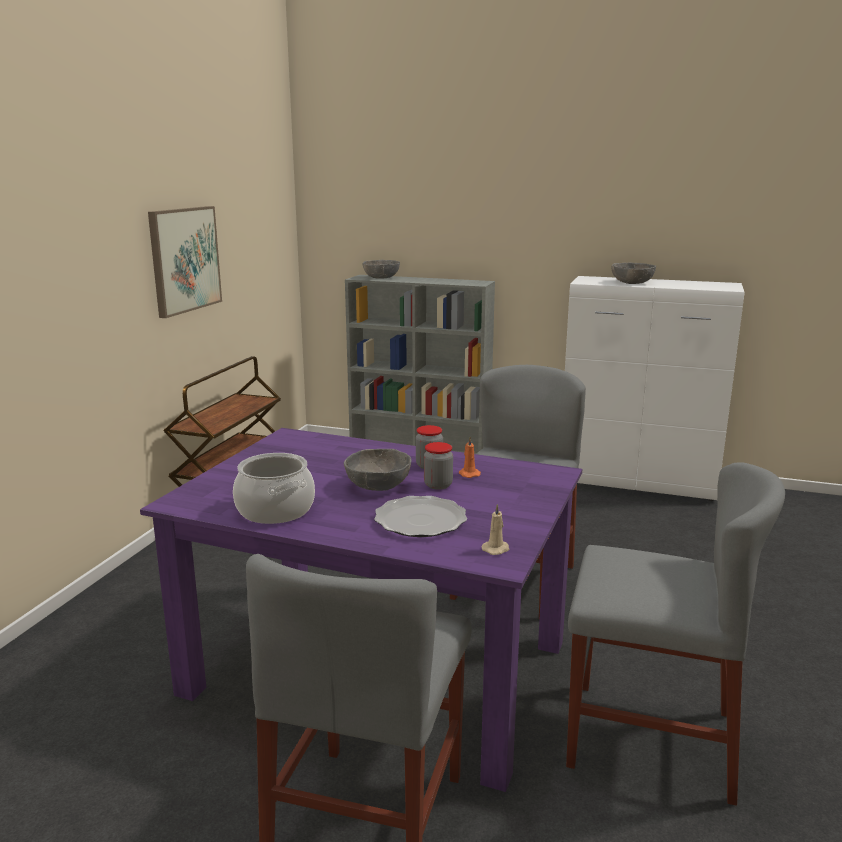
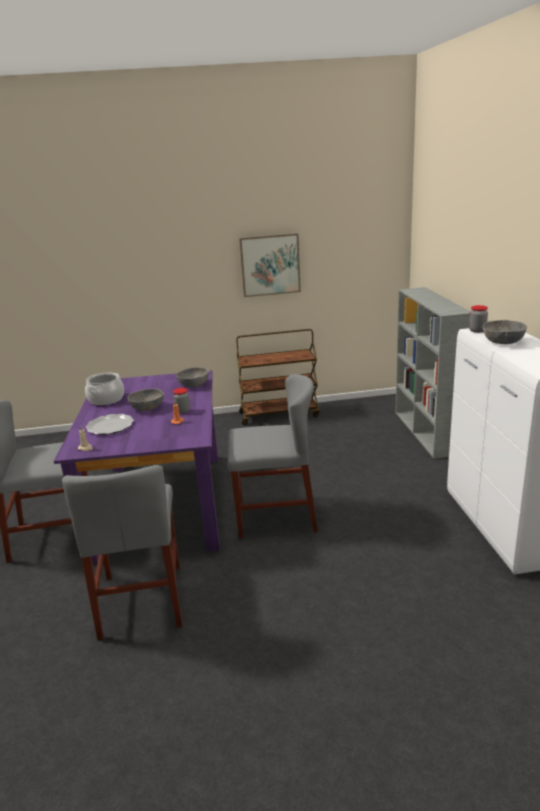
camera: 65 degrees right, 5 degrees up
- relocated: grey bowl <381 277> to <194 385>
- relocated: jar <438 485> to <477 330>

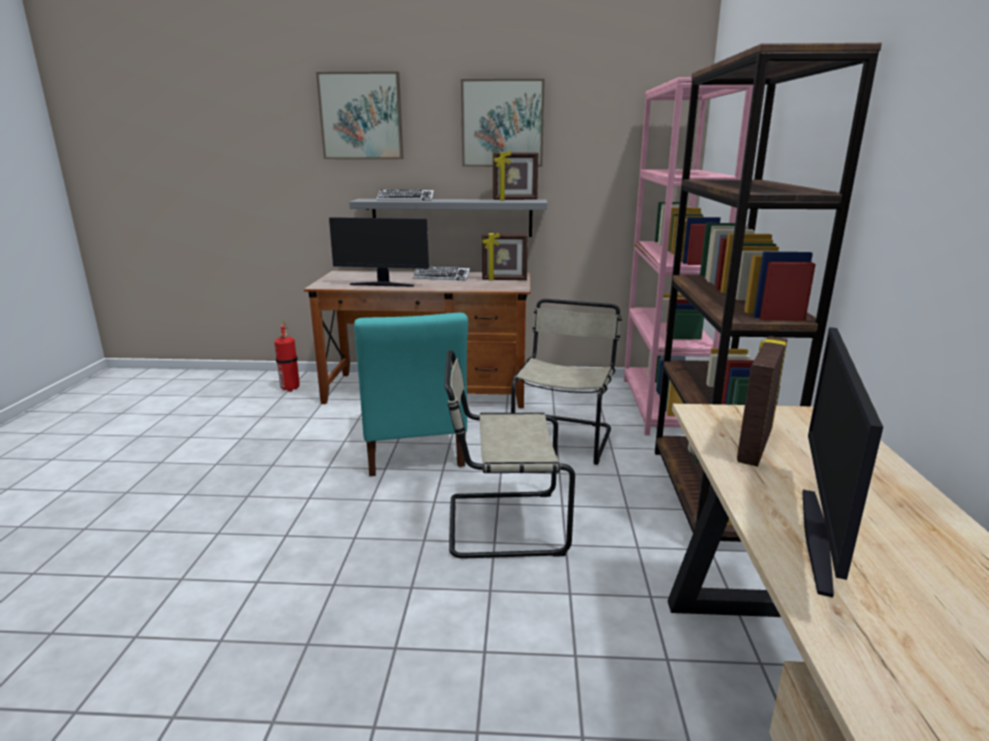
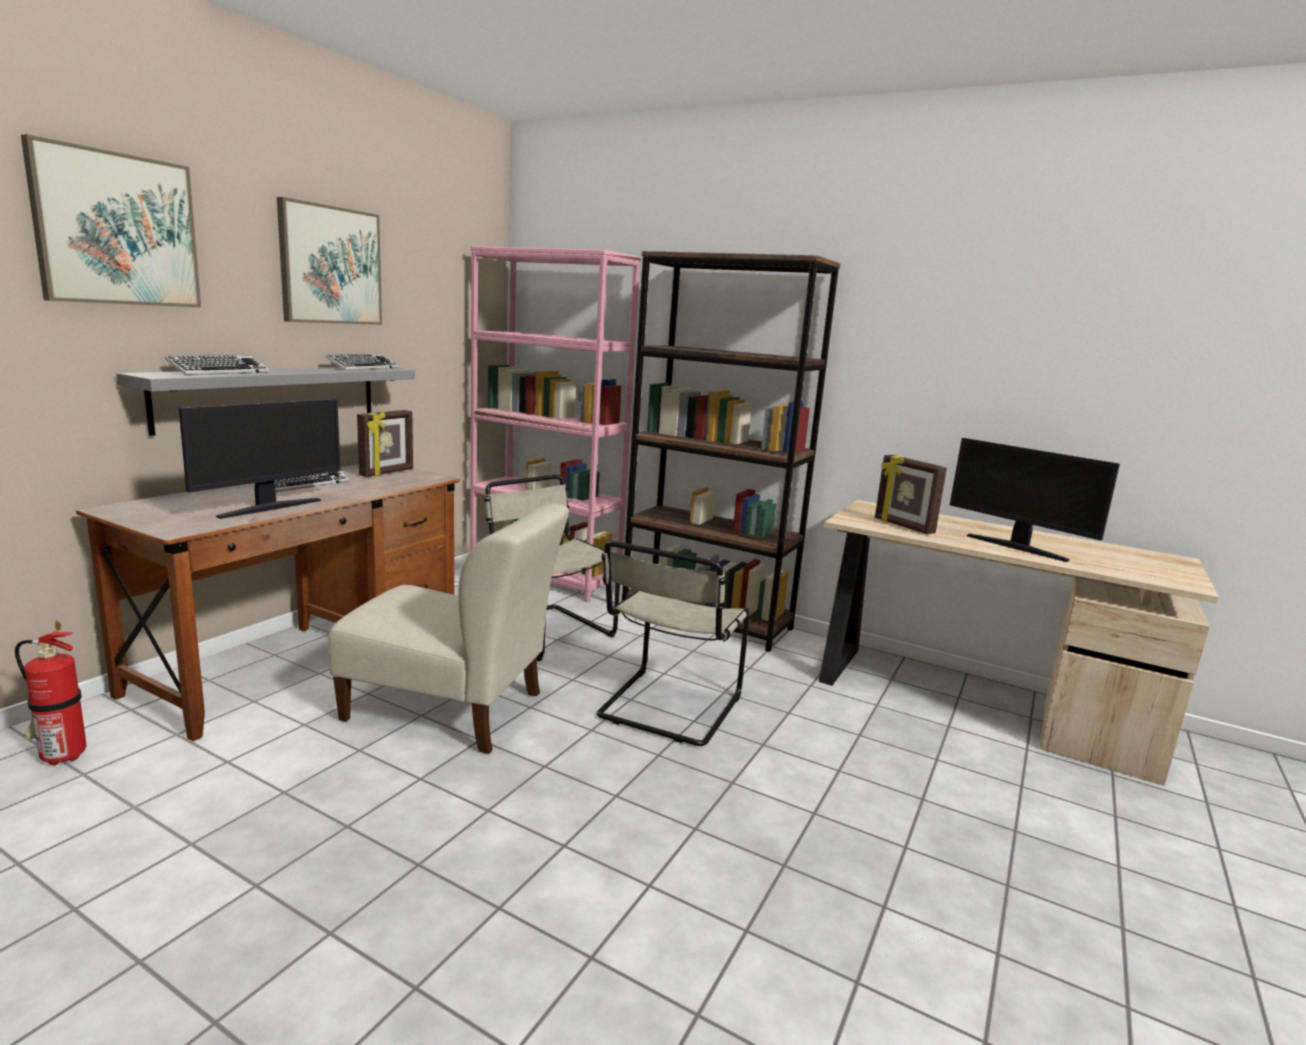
camera: 65 degrees left, 5 degrees down
- exchanged: picture frame <515 200> to keyboard <363 368>
- colour: turquoise chair <412 447> to beige chair <451 709>

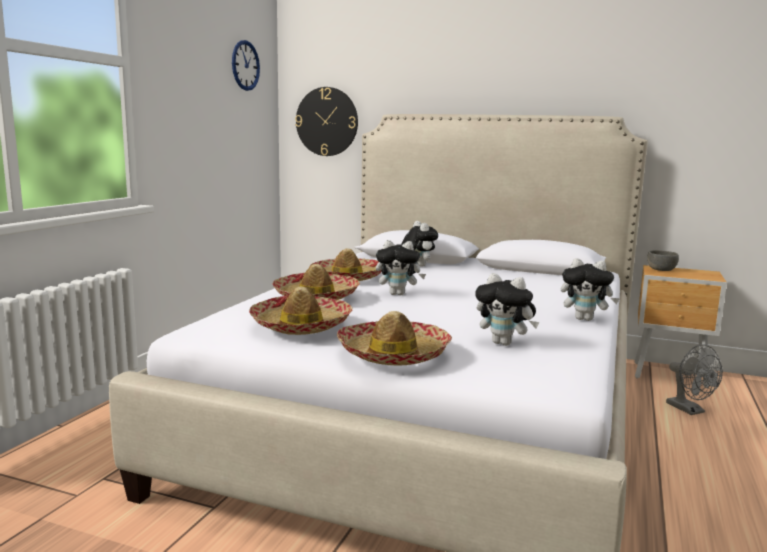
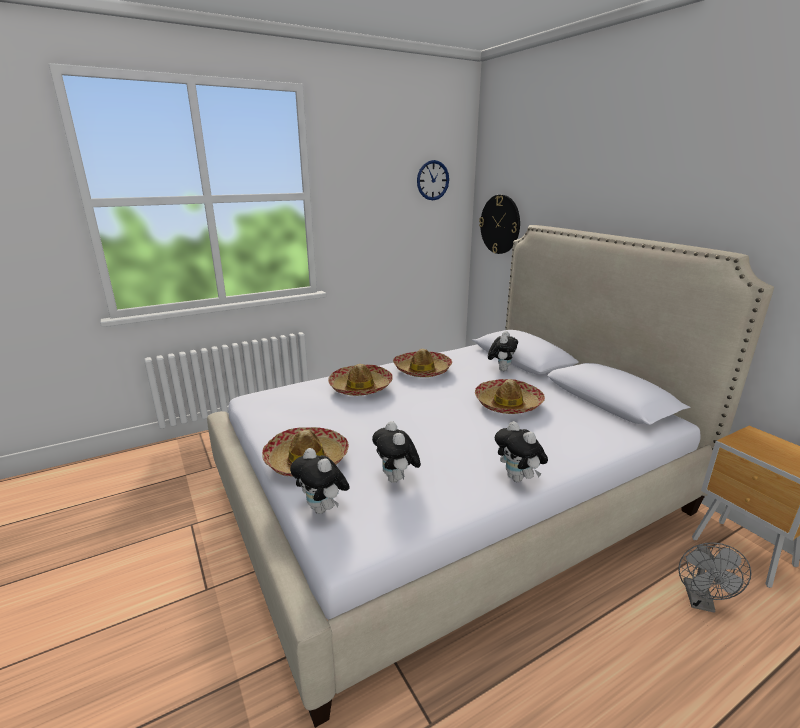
camera: 40 degrees right, 10 degrees up
- relocated: plush toy <398 294> to <323 509>
- relocated: hat <301 325> to <508 404>
- missing: grey bowl <661 270>

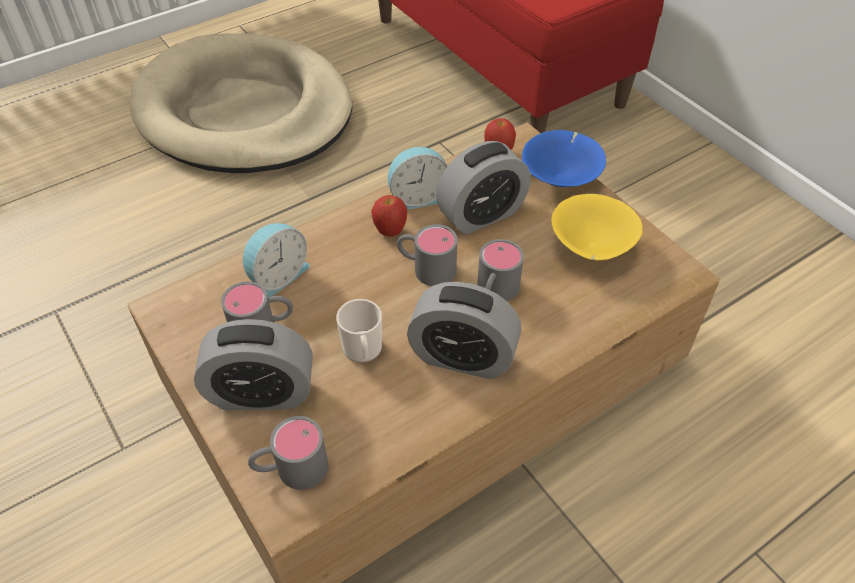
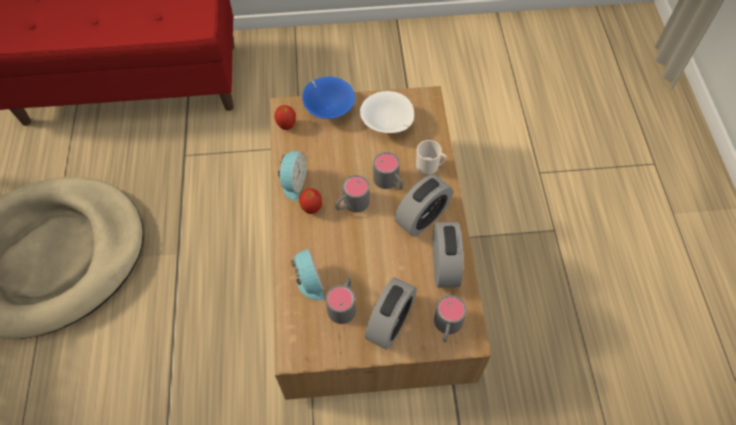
camera: 60 degrees left, 10 degrees up
- colour: yellow bowl <590 249> to white bowl <387 125>
- relocated: mug <363 351> to <429 167>
- relocated: alarm clock <481 214> to <444 265>

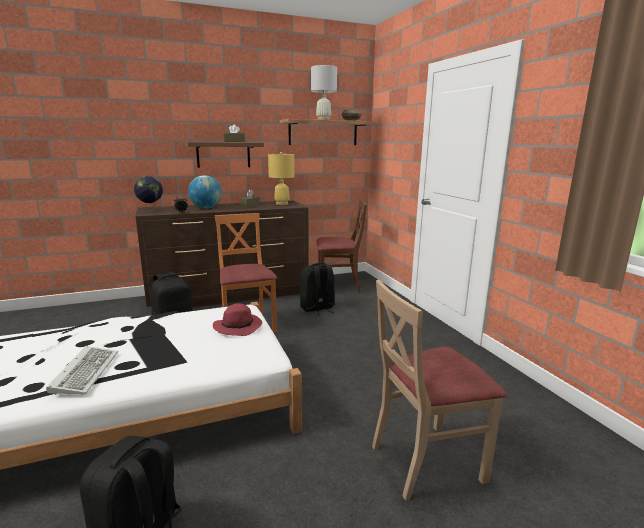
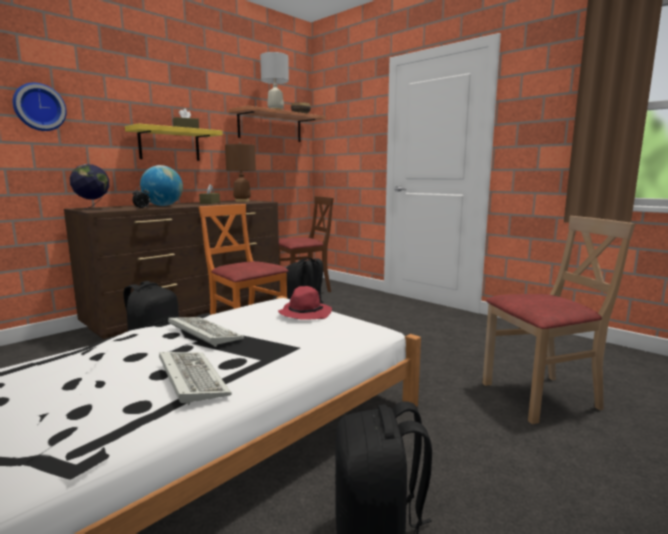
camera: 25 degrees left, 5 degrees down
- appeared: wall clock <39 107>
- colour: brown shelf <223 154> to yellow shelf <169 144>
- appeared: keyboard <202 333>
- colour: yellow table lamp <282 204> to brown table lamp <242 201>
- spun: beige chair <426 460> = <541 397> 150 degrees counterclockwise

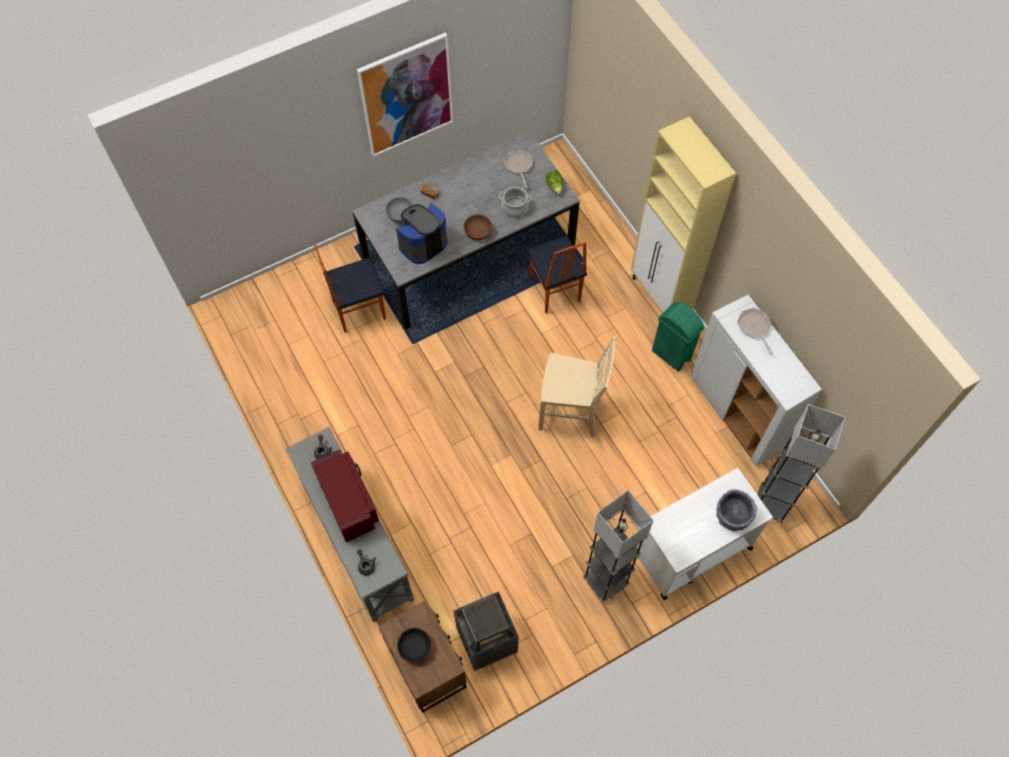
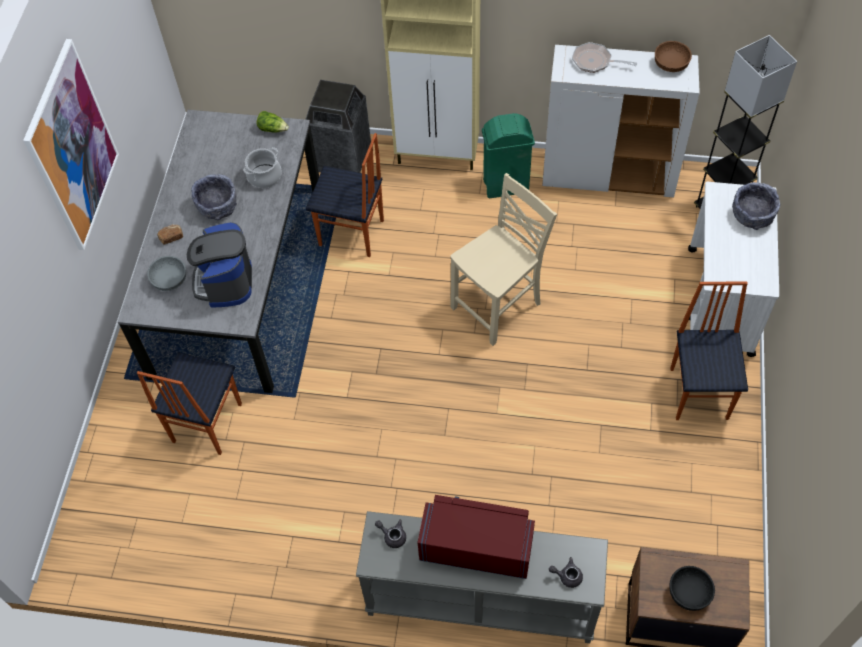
camera: 50 degrees left, 5 degrees down
- appeared: grey bowl <218 206>
- relocated: trash can <486 640> to <342 158>
- relocated: brown bowl <477 232> to <670 64>
- exchanged: grey floor lamp <605 581> to chair <700 393>
- missing: frying pan <518 166>

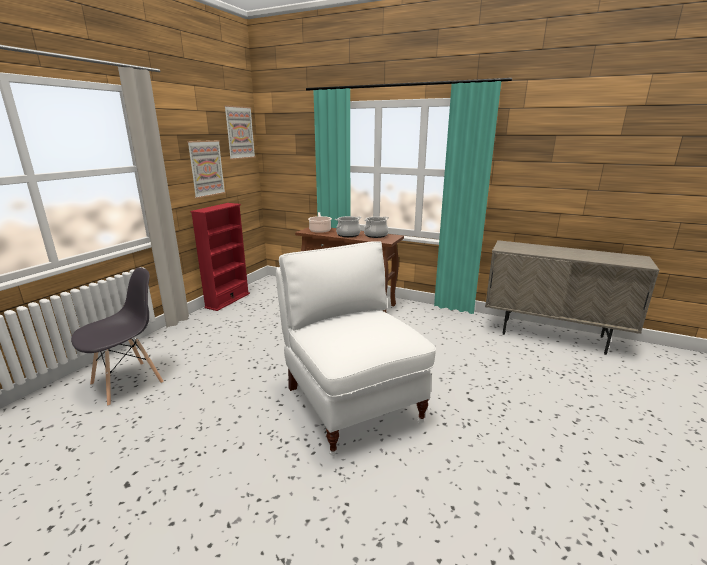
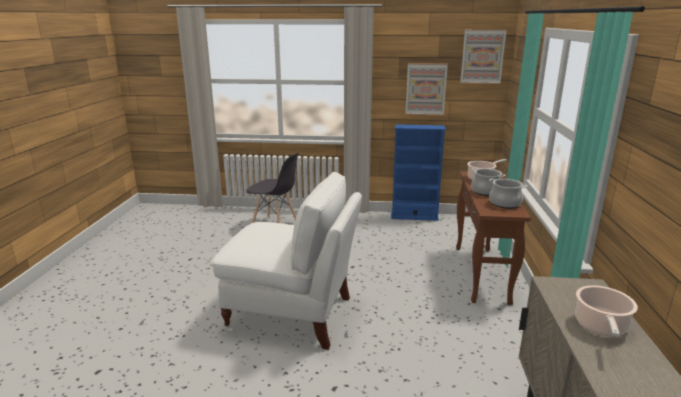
camera: 70 degrees right, 0 degrees up
- spun: white chair <351 403> = <293 314> 60 degrees clockwise
- colour: red bookcase <227 300> to blue bookcase <414 216>
- appeared: cooking pot <600 326>

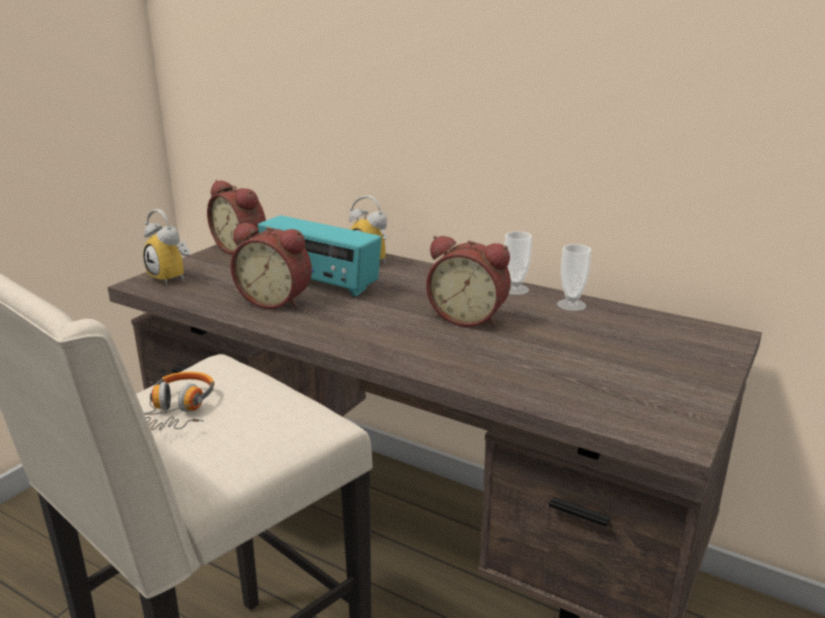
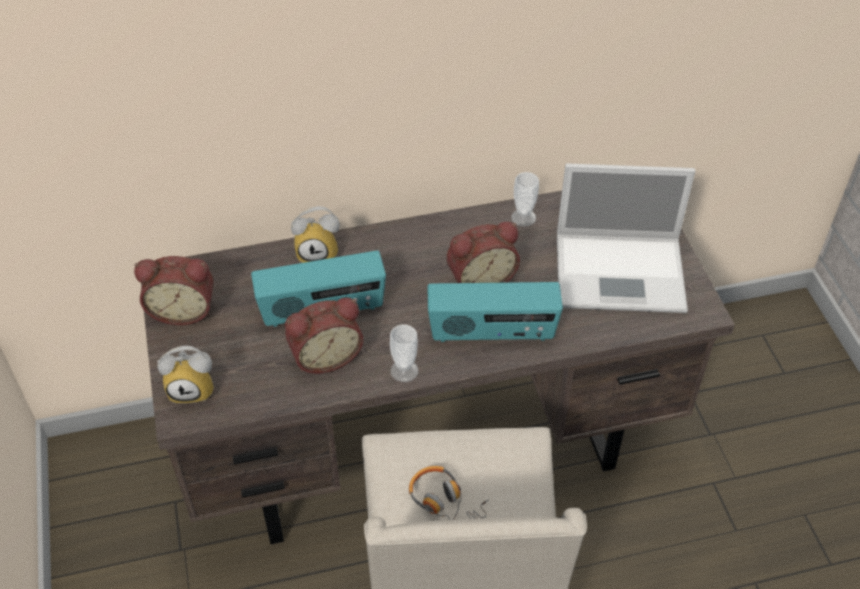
camera: 45 degrees left, 25 degrees up
- relocated: cup <515 289> to <404 371>
- appeared: radio <492 333>
- appeared: laptop <622 272>

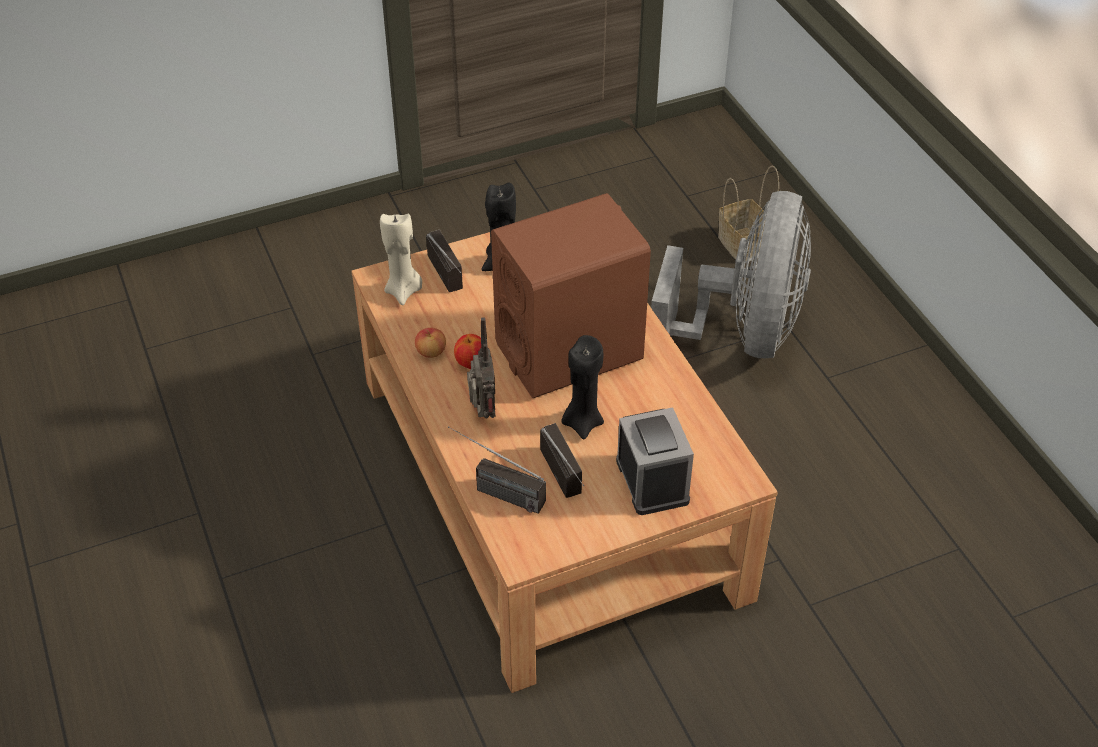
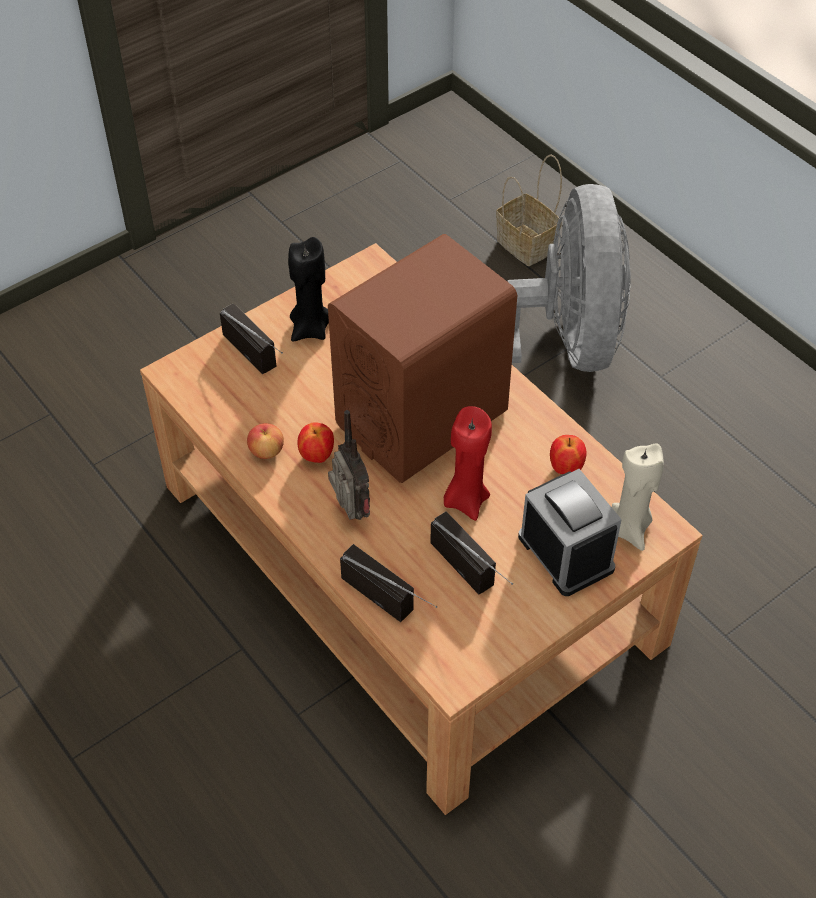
camera: 15 degrees left, 5 degrees up
- spun: radio <493 491> = <395 604> 150 degrees counterclockwise
- colour: black candle <582 422> to red candle <465 500>
- appeared: apple <565 468>
- relocated: beige candle <404 291> to <630 528>

